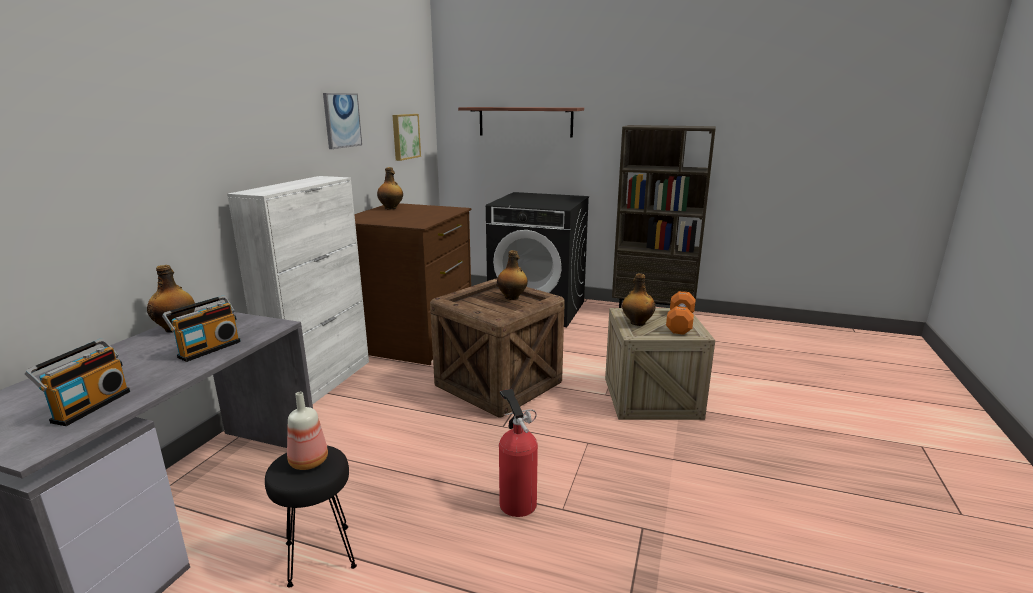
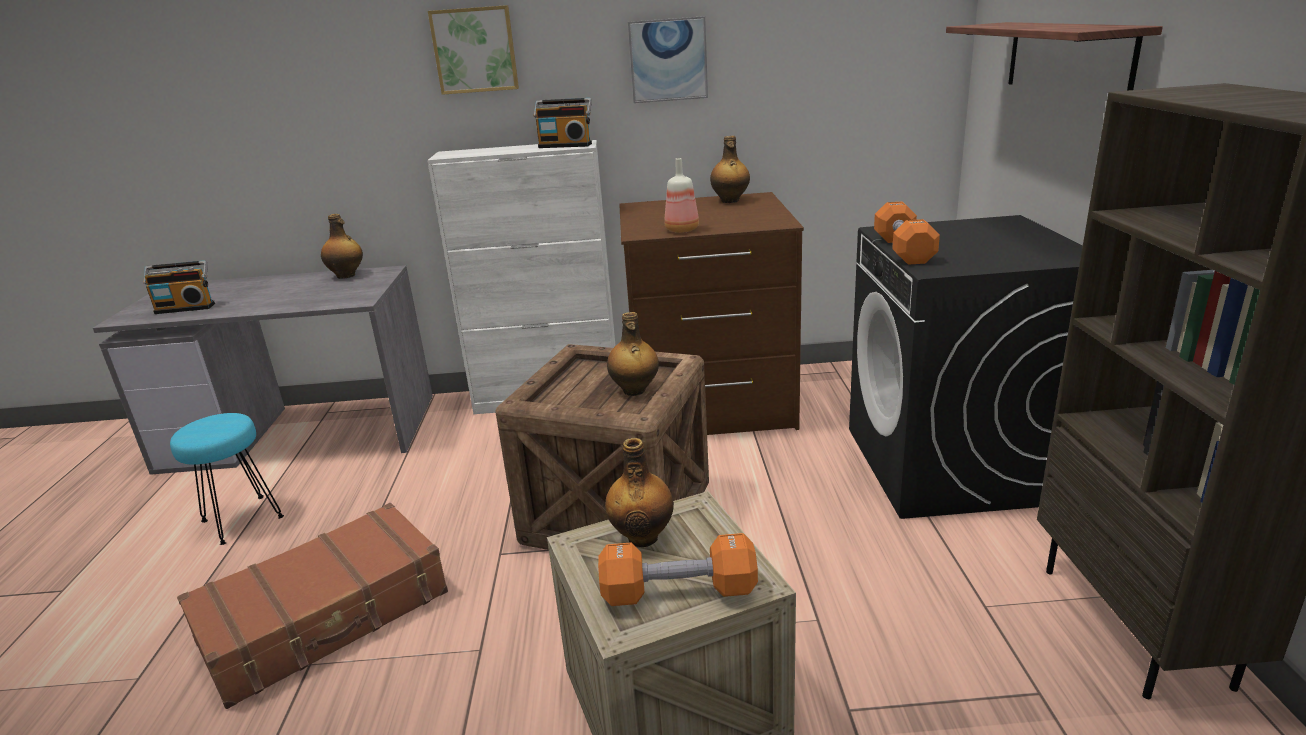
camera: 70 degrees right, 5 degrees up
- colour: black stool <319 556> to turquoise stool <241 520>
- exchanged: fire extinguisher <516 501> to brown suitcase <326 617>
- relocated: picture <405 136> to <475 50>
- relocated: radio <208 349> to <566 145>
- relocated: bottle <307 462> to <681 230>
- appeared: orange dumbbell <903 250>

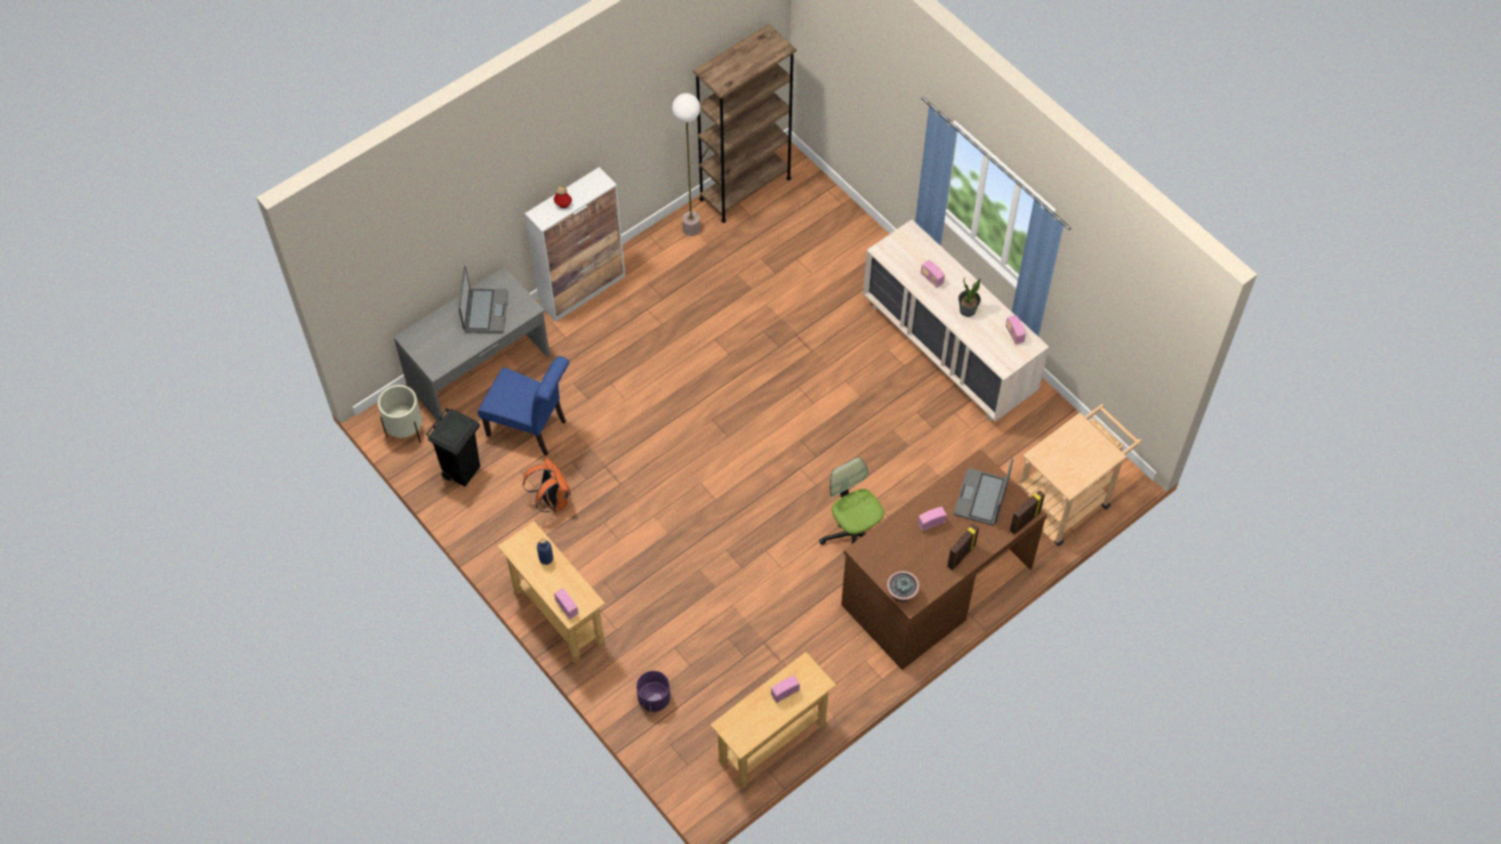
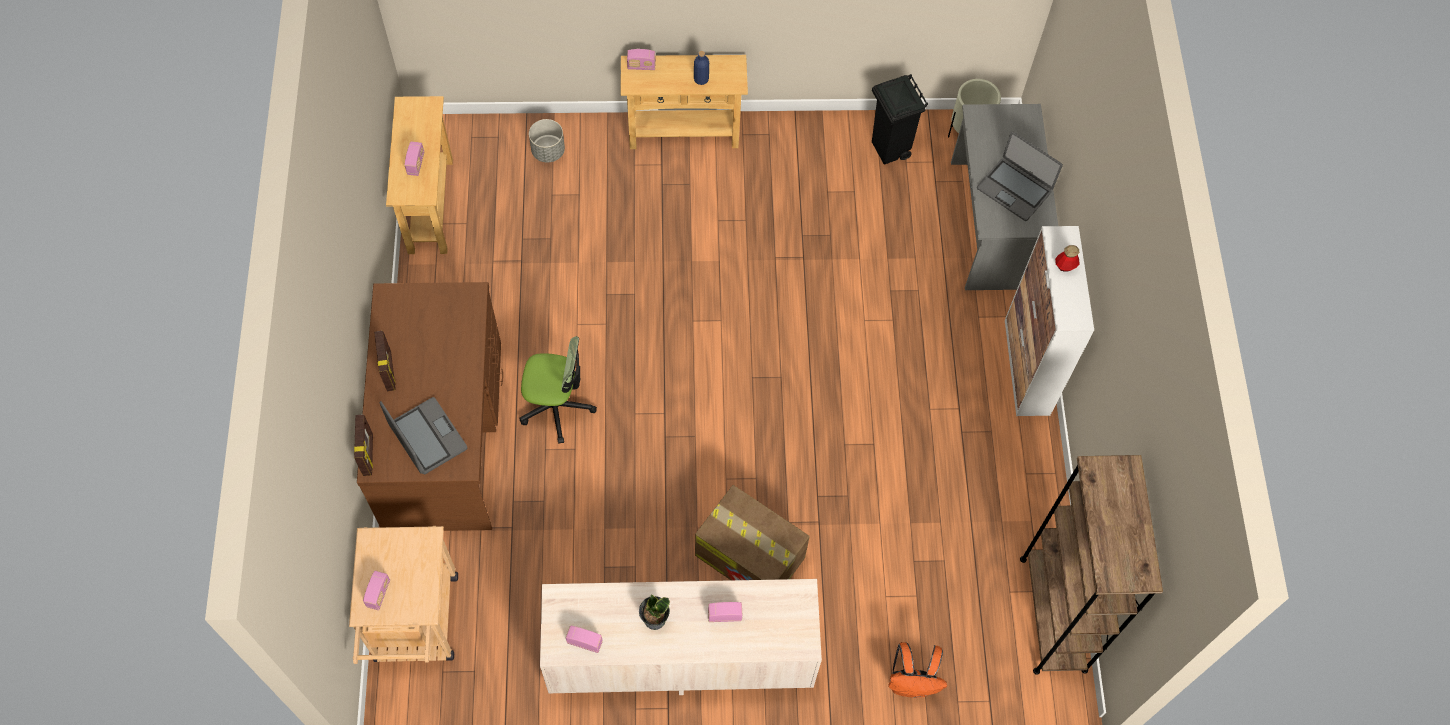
camera: 125 degrees right, 5 degrees up
- relocated: radio <931 523> to <379 594>
- colour: purple planter <654 698> to grey planter <548 151>
- appeared: cardboard box <751 557>
- relocated: orange backpack <552 500> to <911 683>
- missing: blue chair <531 429>
- missing: floor lamp <691 229>
- missing: potted plant <901 594>

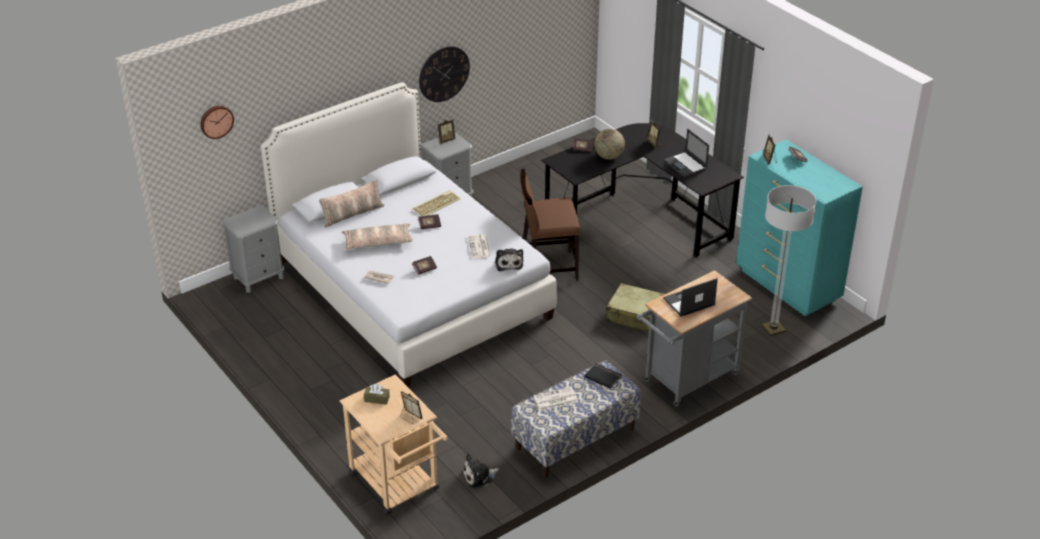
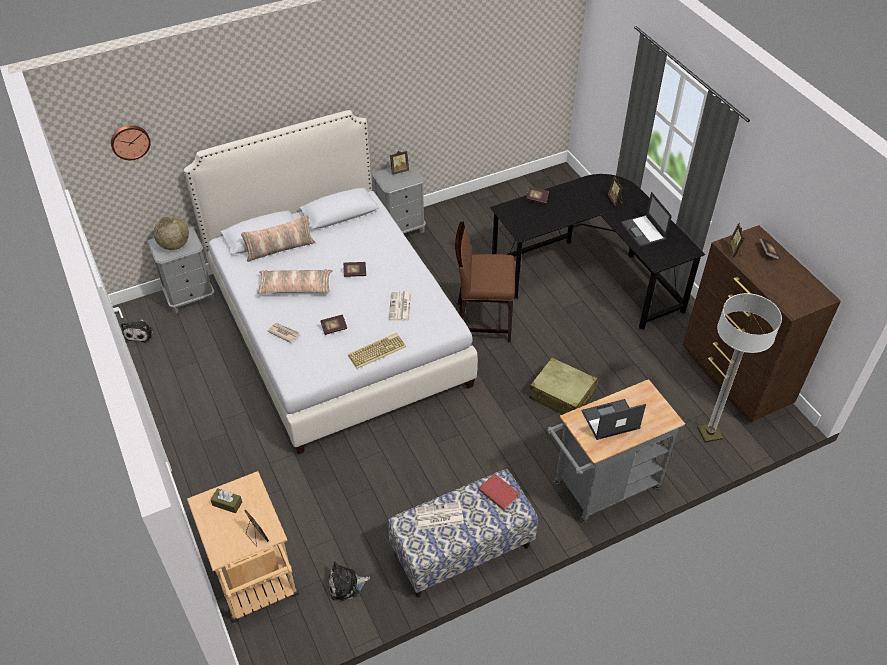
camera: 10 degrees right, 10 degrees up
- relocated: plush toy <508 263> to <140 333>
- relocated: globe <609 156> to <174 245>
- relocated: keyboard <436 204> to <377 350>
- colour: black book <603 376> to red book <499 492>
- colour: turquoise dresser <787 286> to brown dresser <735 379>
- missing: wall clock <444 74>

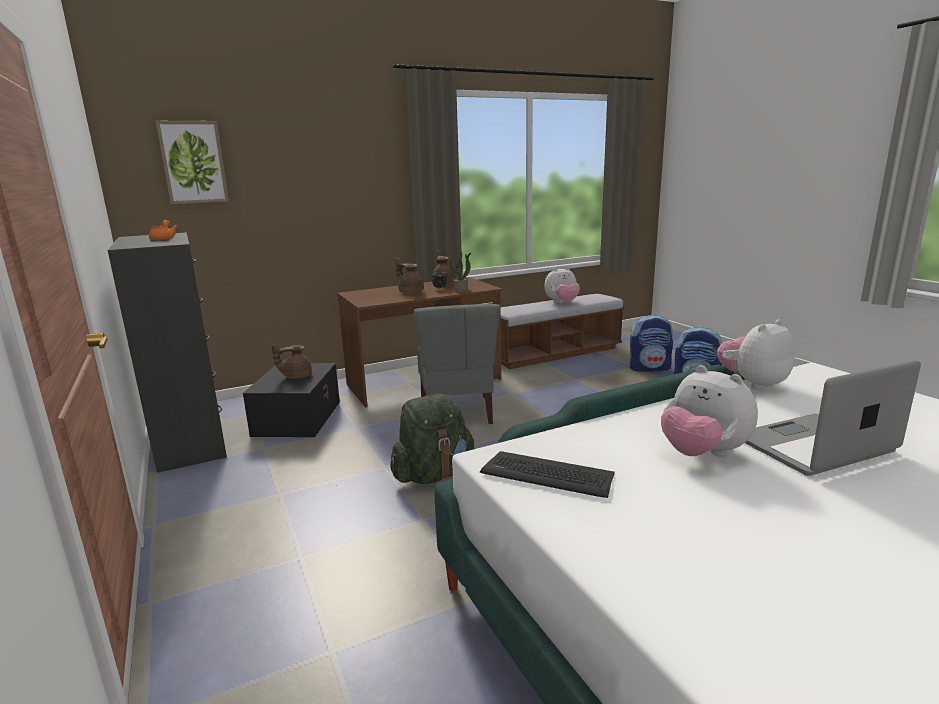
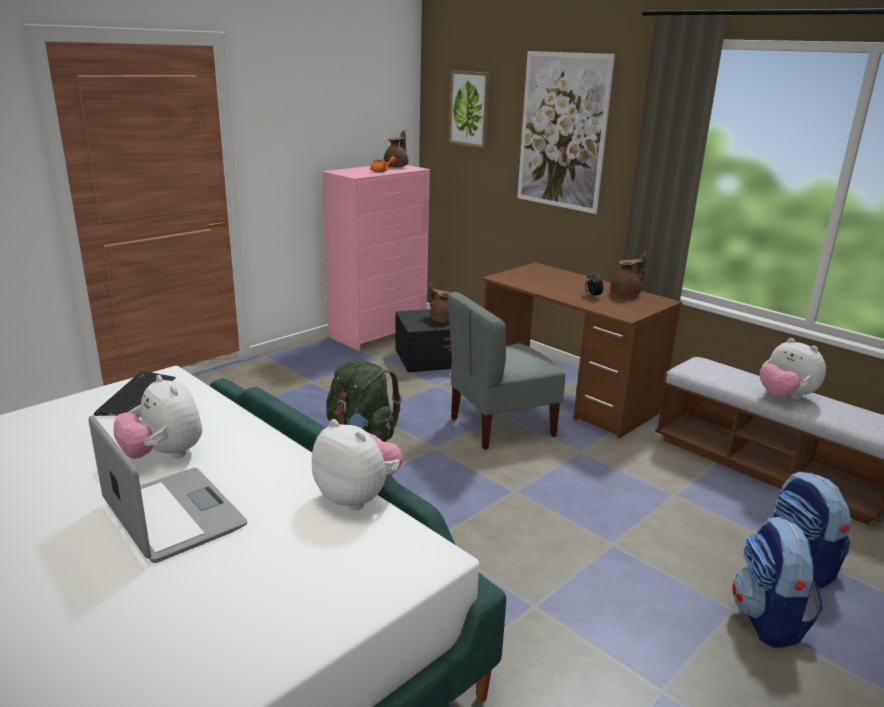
camera: 70 degrees right, 5 degrees up
- spun: plush toy <702 453> = <164 455> 75 degrees counterclockwise
- colour: black dresser <191 440> to pink dresser <379 332>
- relocated: brown teapot <410 292> to <397 166>
- appeared: picture <562 131>
- missing: potted plant <461 290>

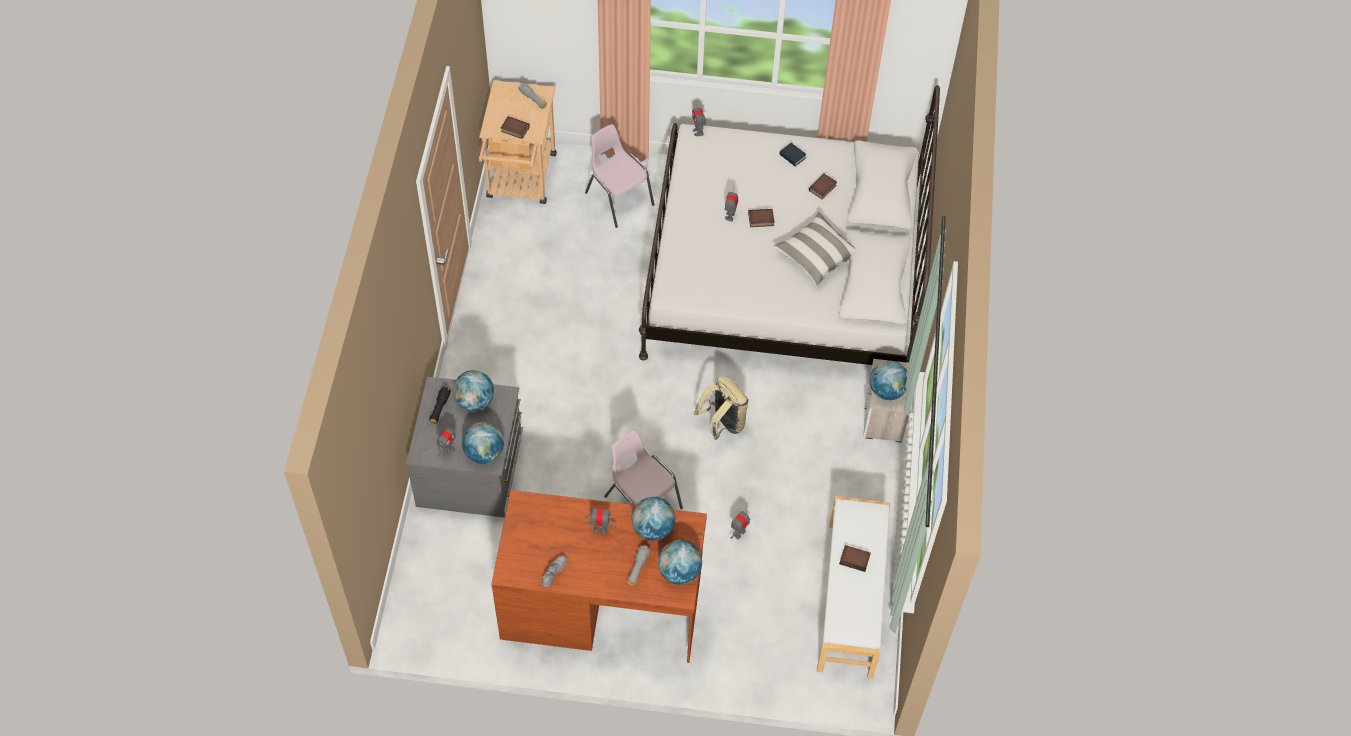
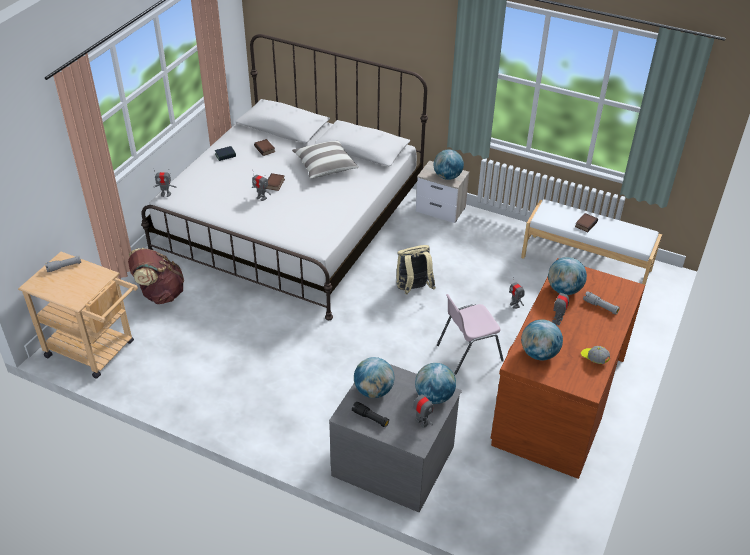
camera: 70 degrees left, 15 degrees down
- exchanged: pink chair <618 198> to brown backpack <160 294>
- relocated: globe <679 571> to <539 353>
- exchanged: grey shoe <554 572> to cap <594 358>
- missing: book <514 130>

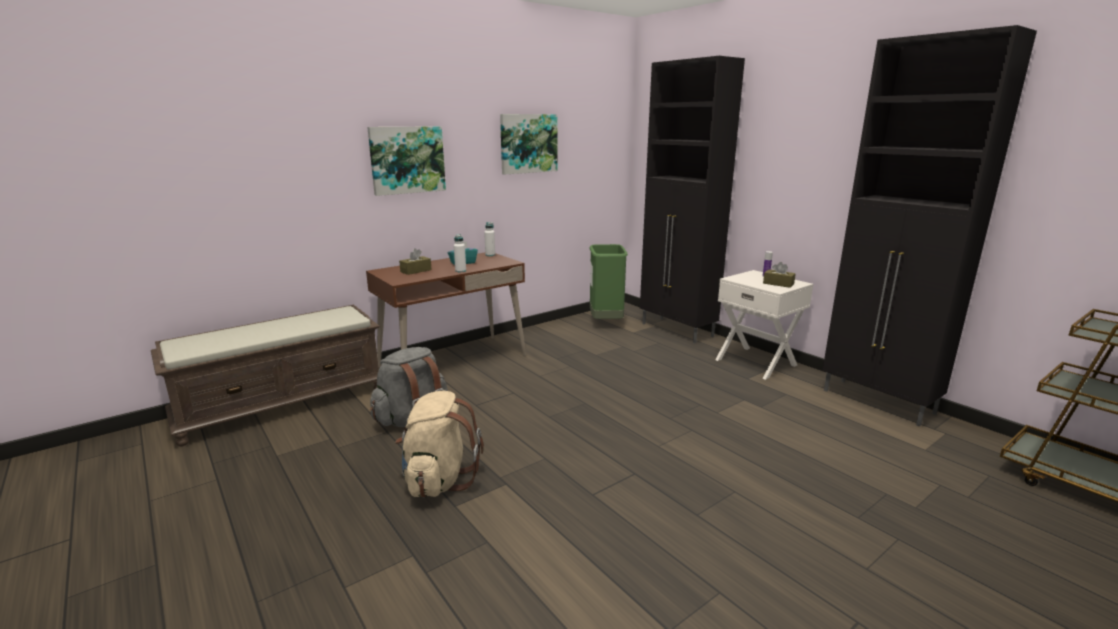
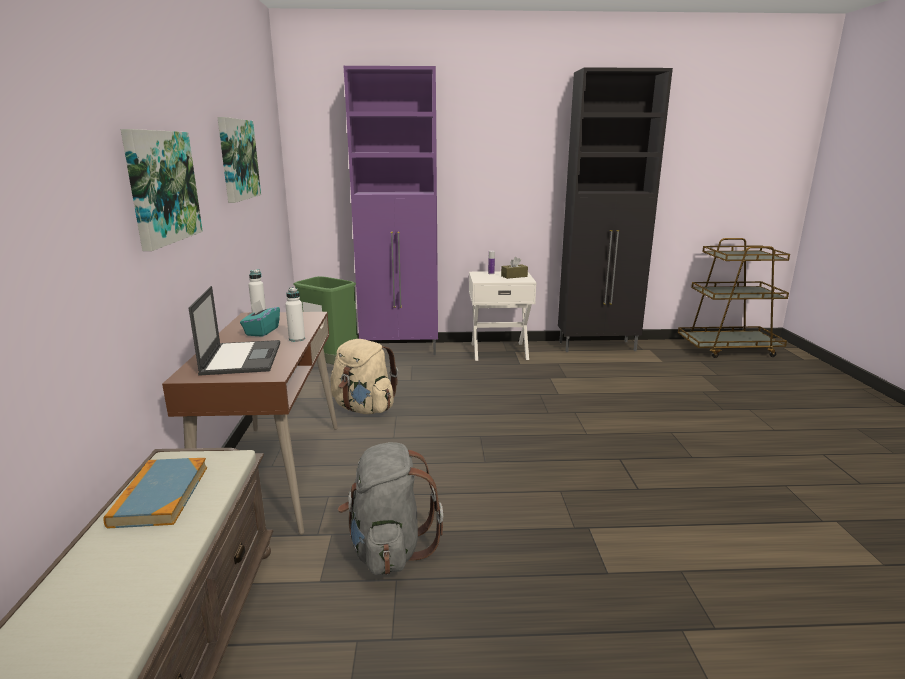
camera: 55 degrees left, 0 degrees up
- appeared: book <160 495>
- exchanged: brown tissue box <416 271> to laptop <242 358>
- relocated: beige backpack <438 480> to <364 408>
- colour: black cabinet <677 330> to purple cabinet <401 350>

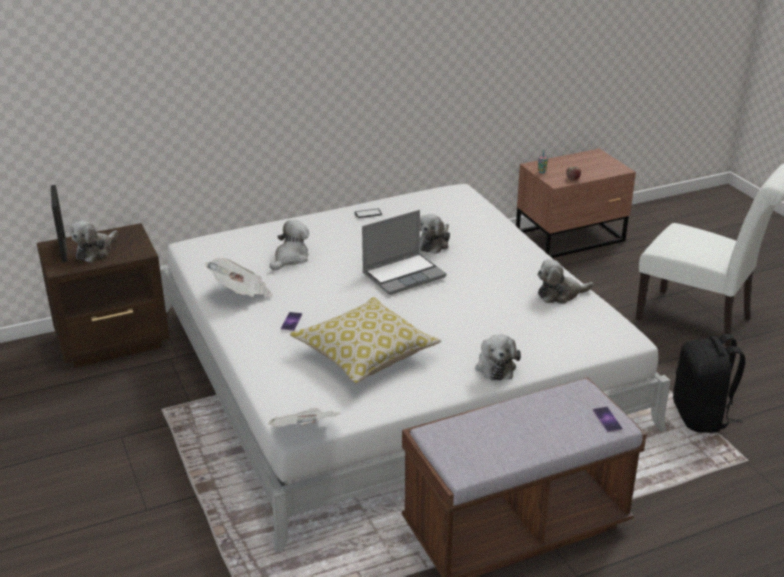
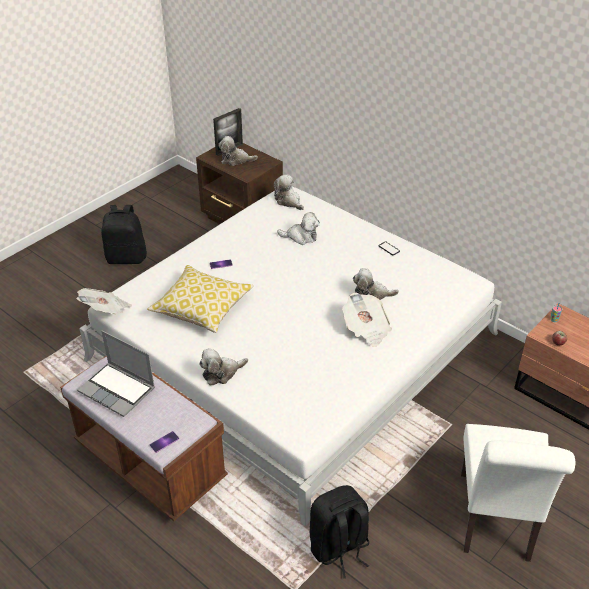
camera: 65 degrees right, 10 degrees up
- relocated: laptop <404 275> to <118 390>
- appeared: black backpack <127 257>
- relocated: plush toy <560 294> to <288 201>
- relocated: newspaper <241 293> to <366 329>

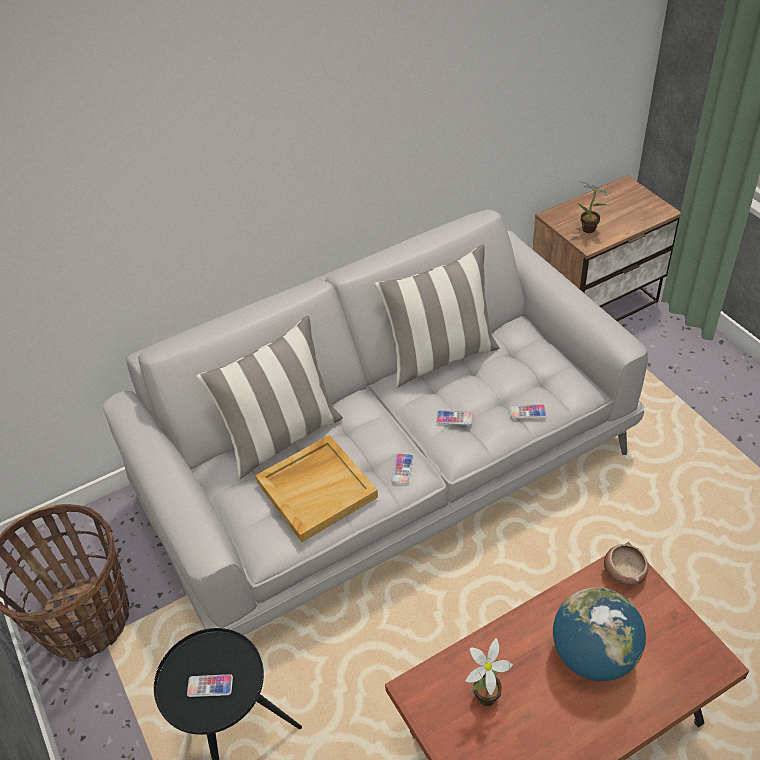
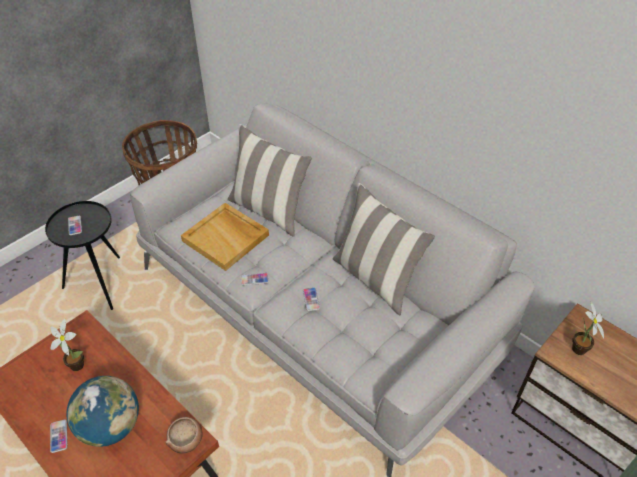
camera: 70 degrees right, 0 degrees up
- relocated: phone <528 412> to <59 436>

